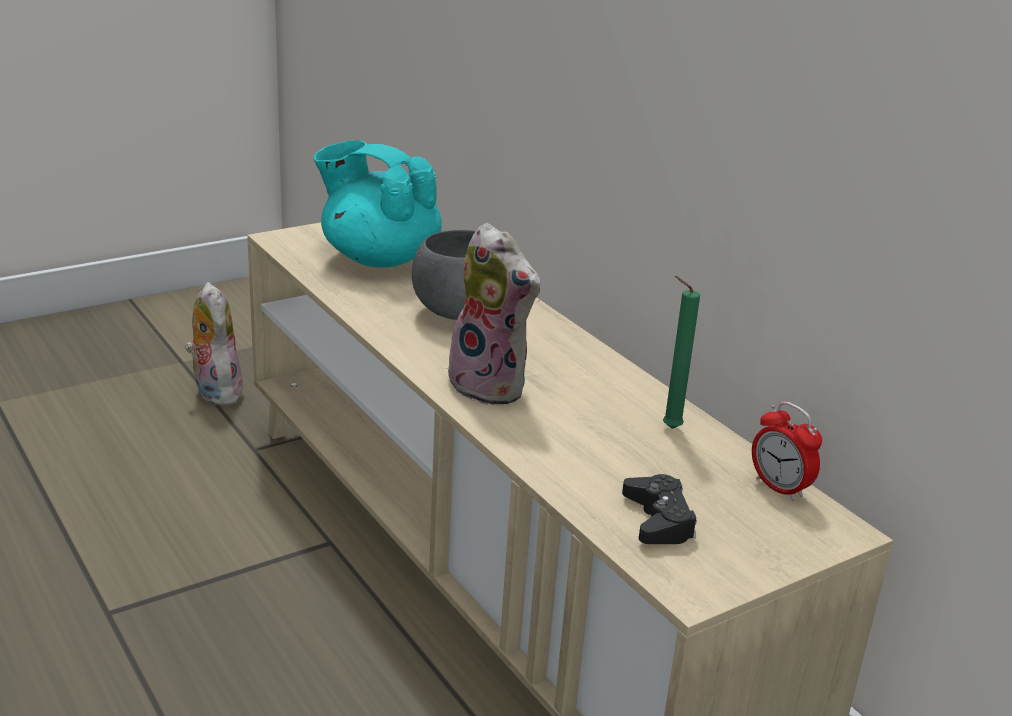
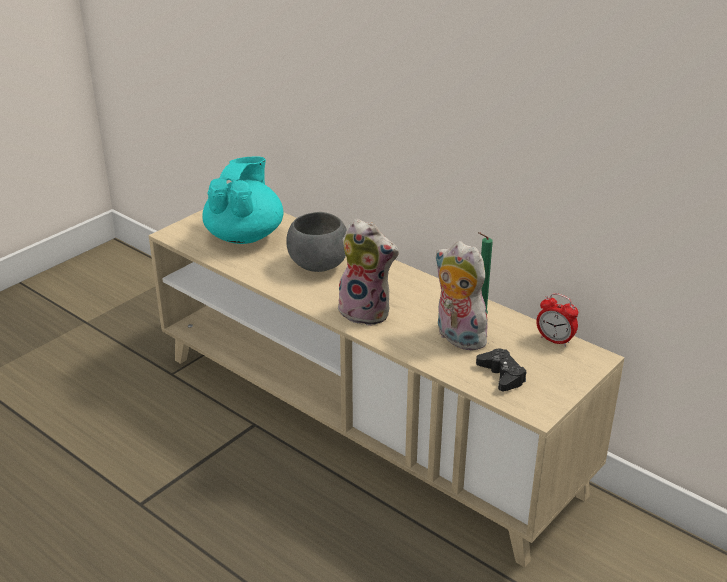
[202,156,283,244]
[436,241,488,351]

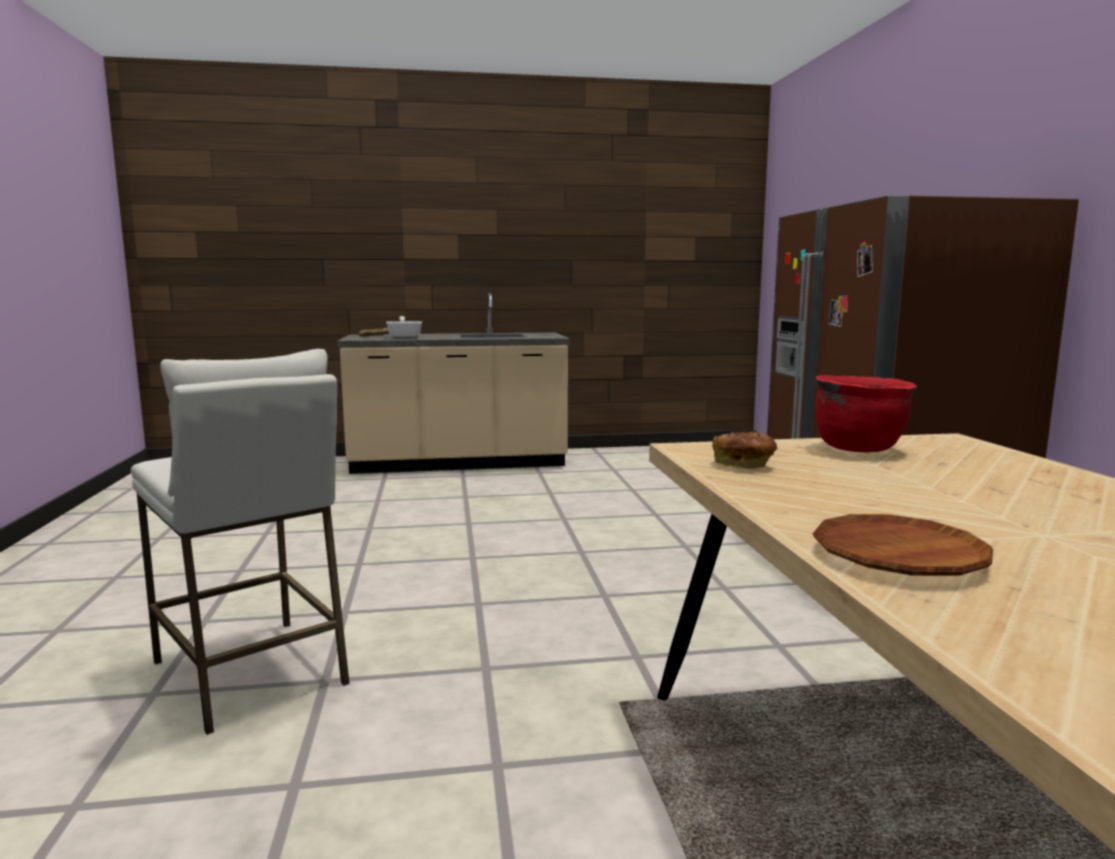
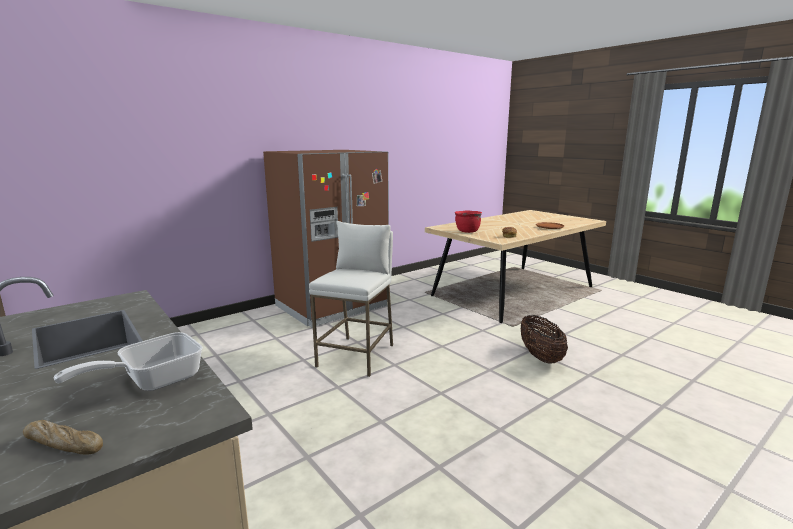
[309,221,393,377]
[520,315,568,364]

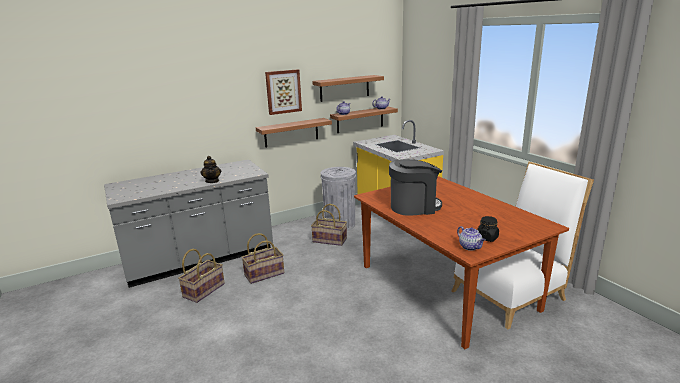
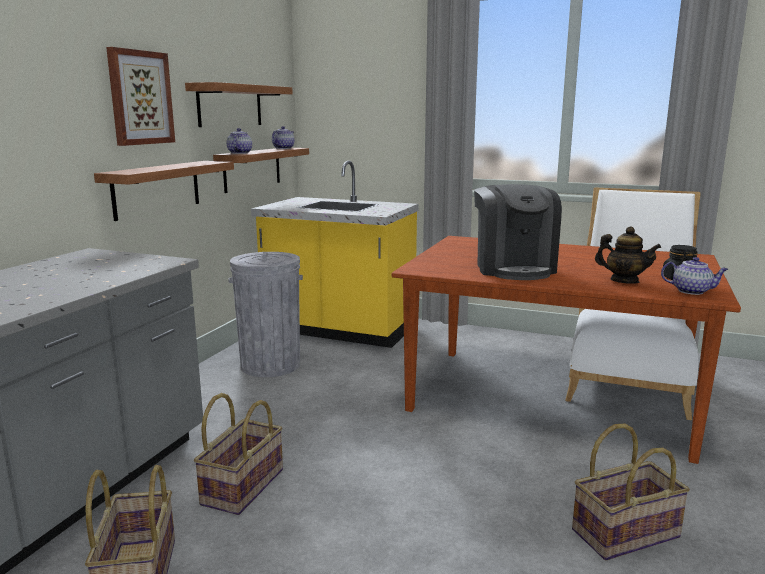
[595,226,661,284]
[474,184,562,280]
[572,424,690,560]

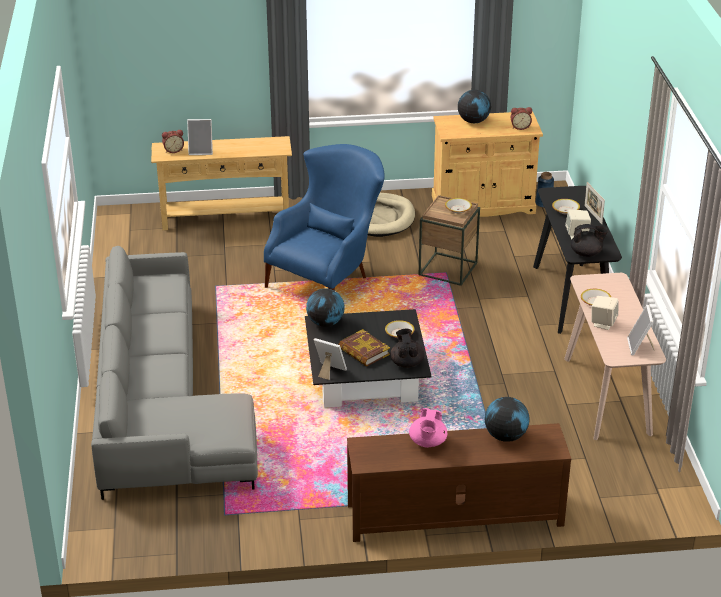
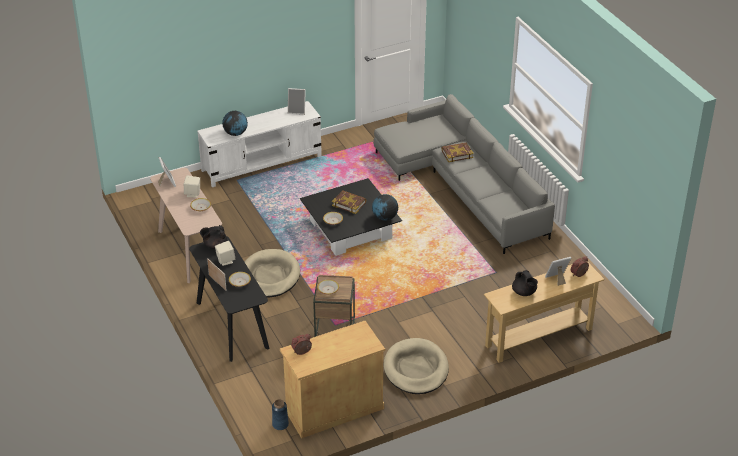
[458,90,491,123] (first image)
[264,144,385,291] (first image)
[512,270,538,296]
[288,88,306,115]
[409,408,447,447] (first image)
[197,101,322,187]
[442,142,473,162]
[245,249,300,298]

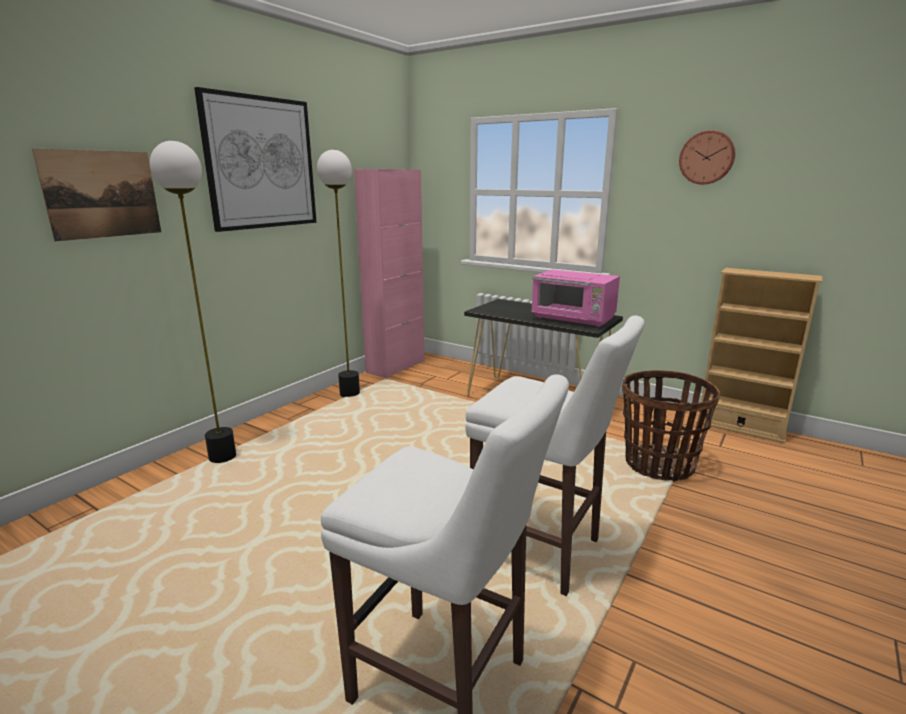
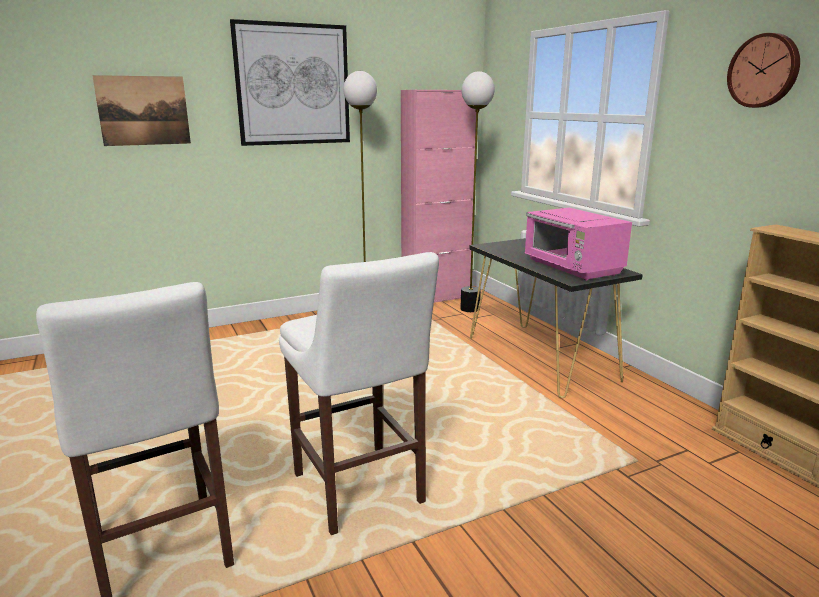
[460,71,495,312]
[622,370,720,481] (first image)

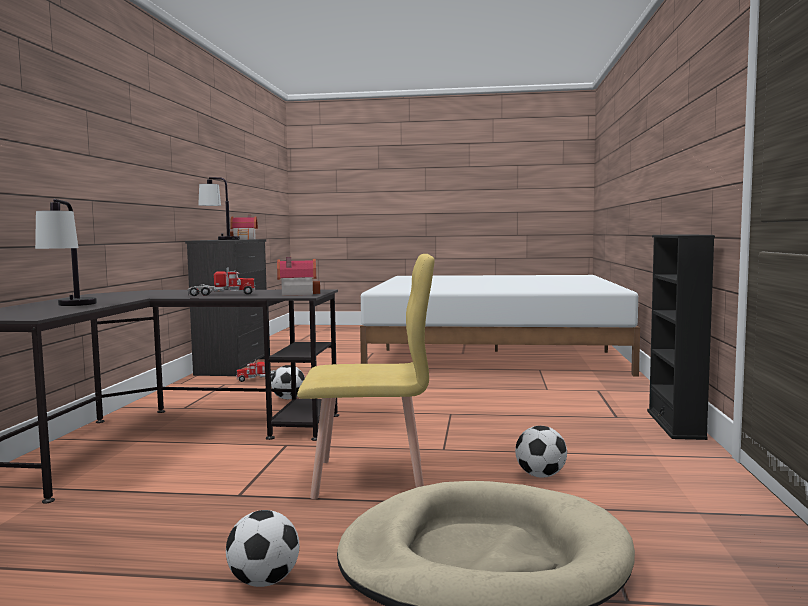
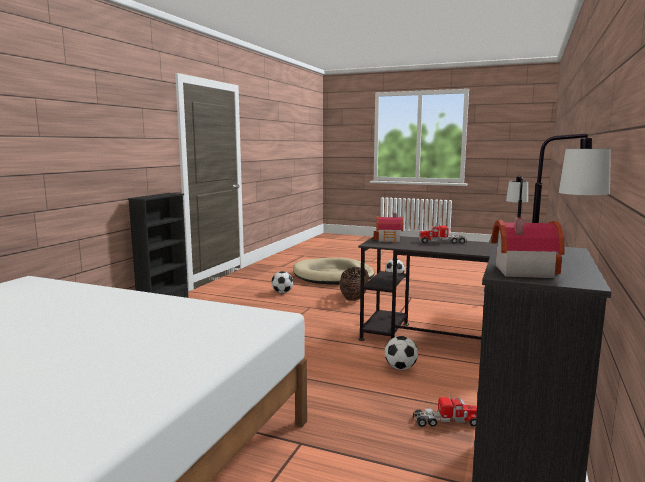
[339,267,369,301]

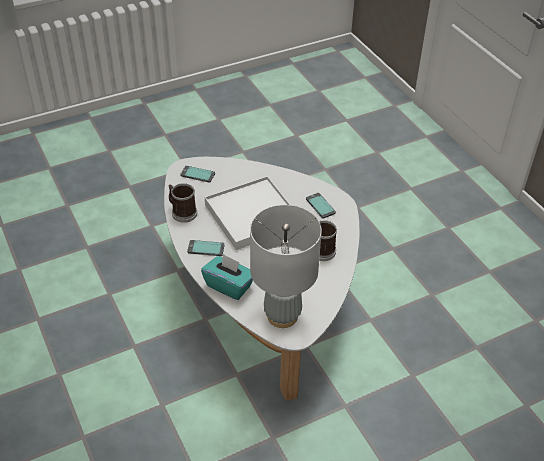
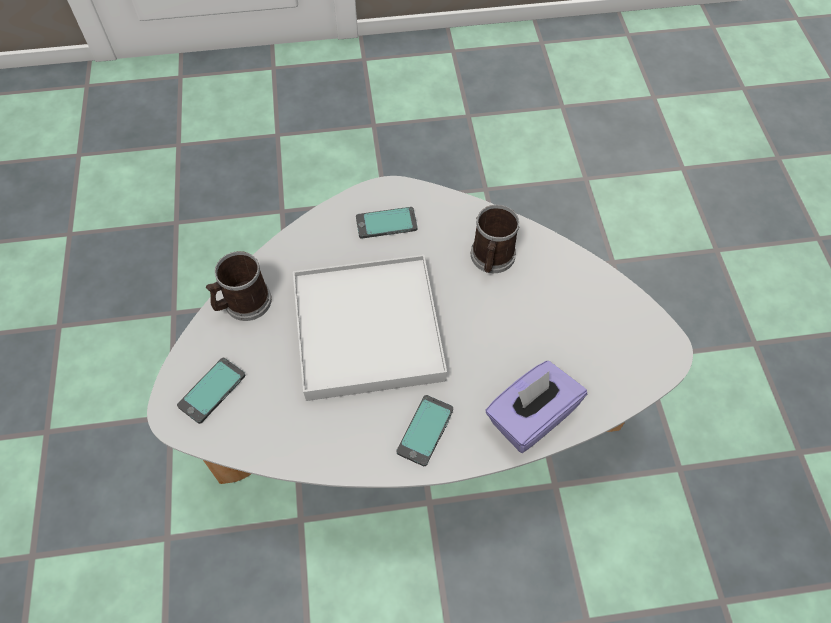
[206,251,272,321]
[250,205,322,328] (first image)
[485,361,587,453]

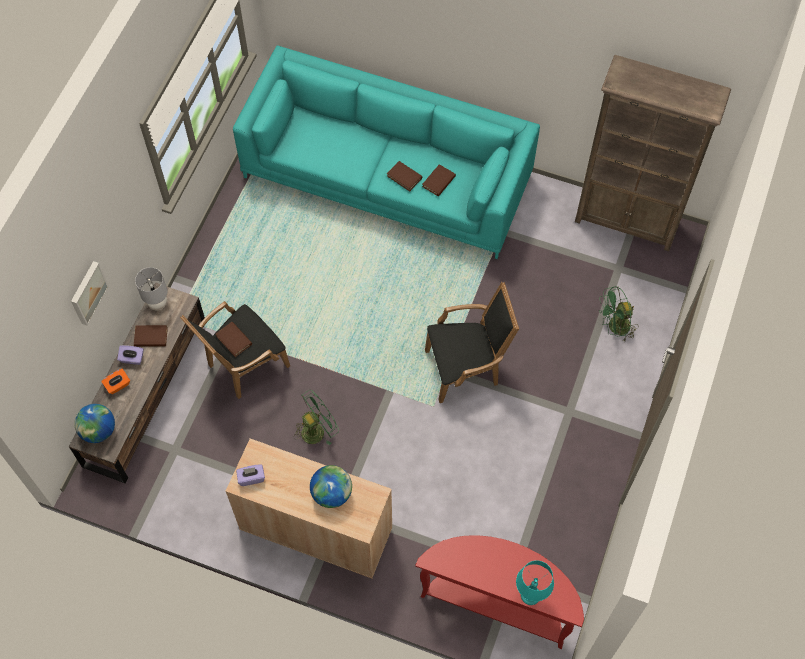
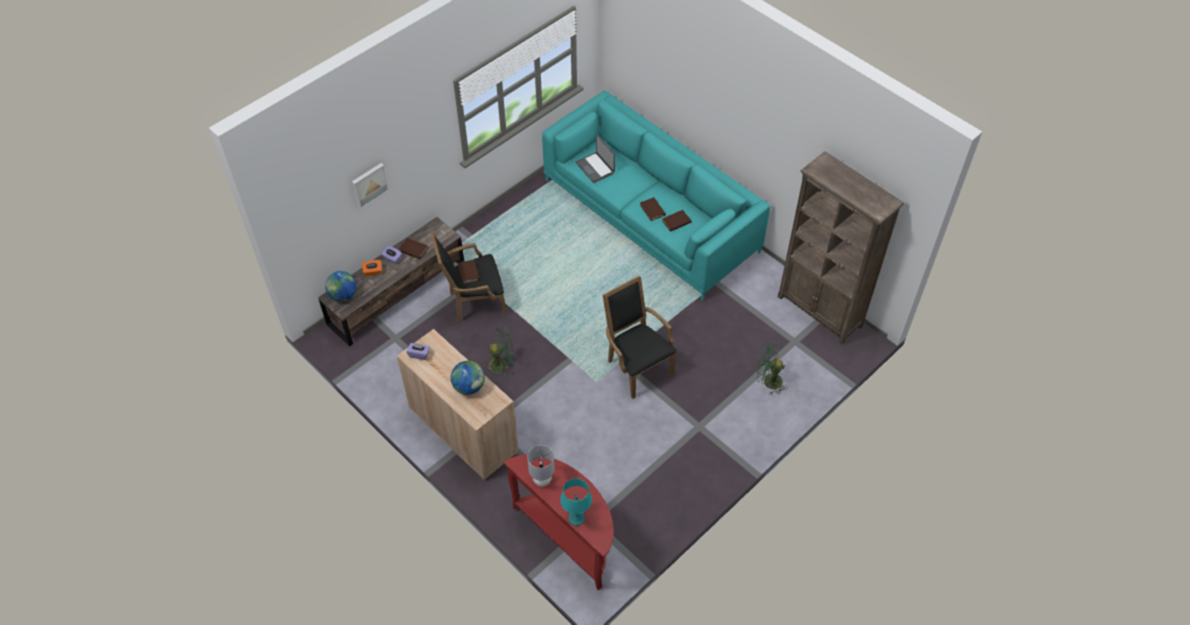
[527,445,554,487]
[603,275,676,399]
[576,134,615,183]

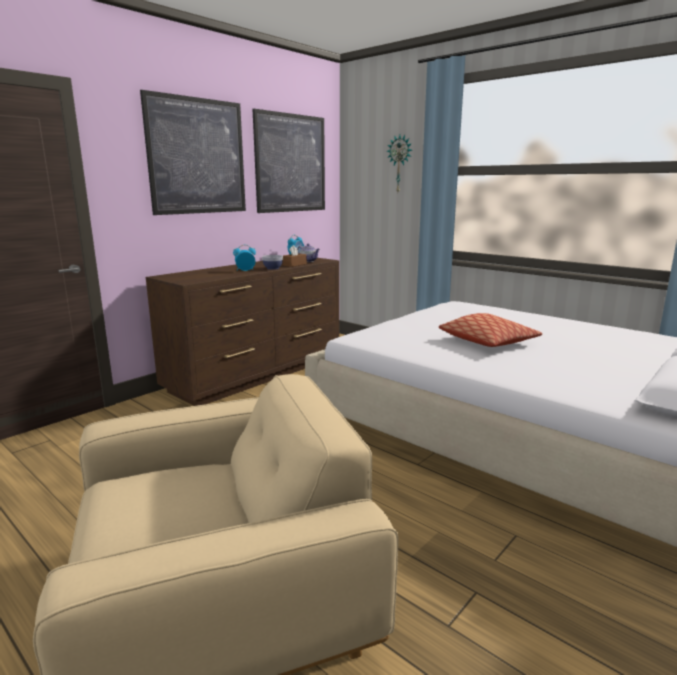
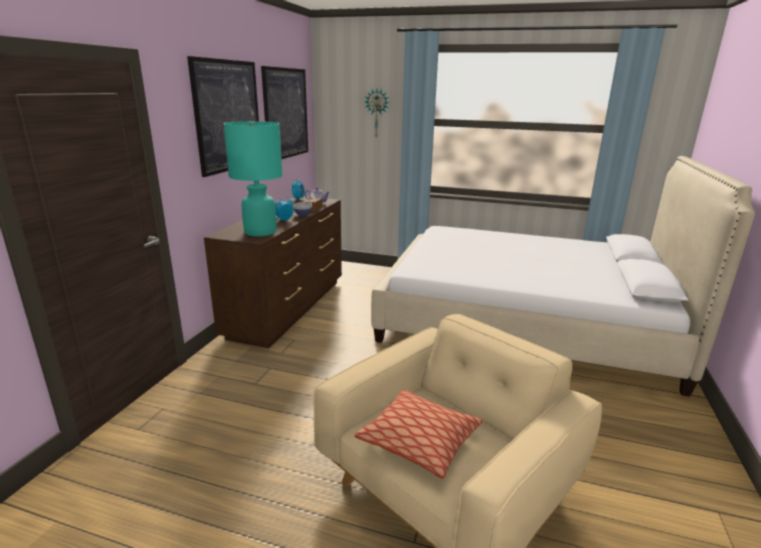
[355,389,483,479]
[223,121,283,237]

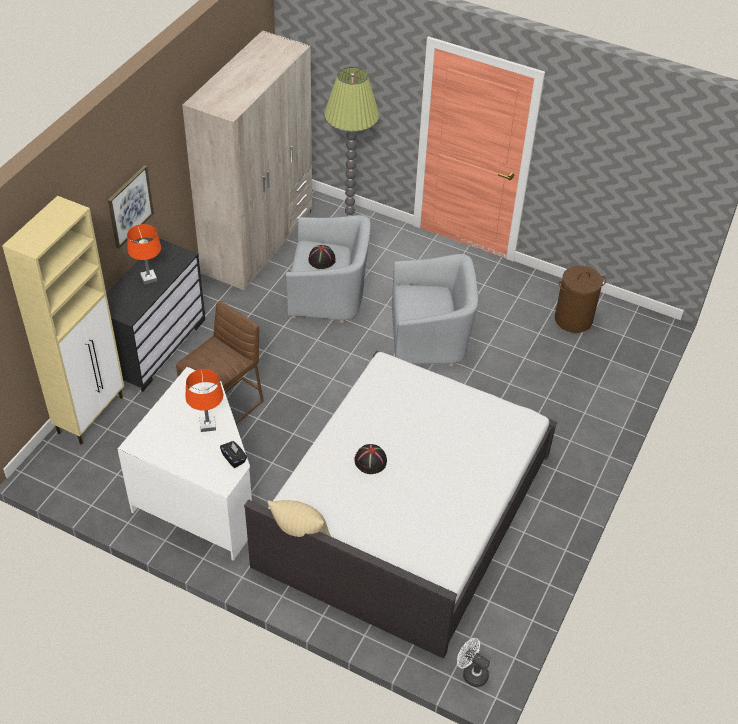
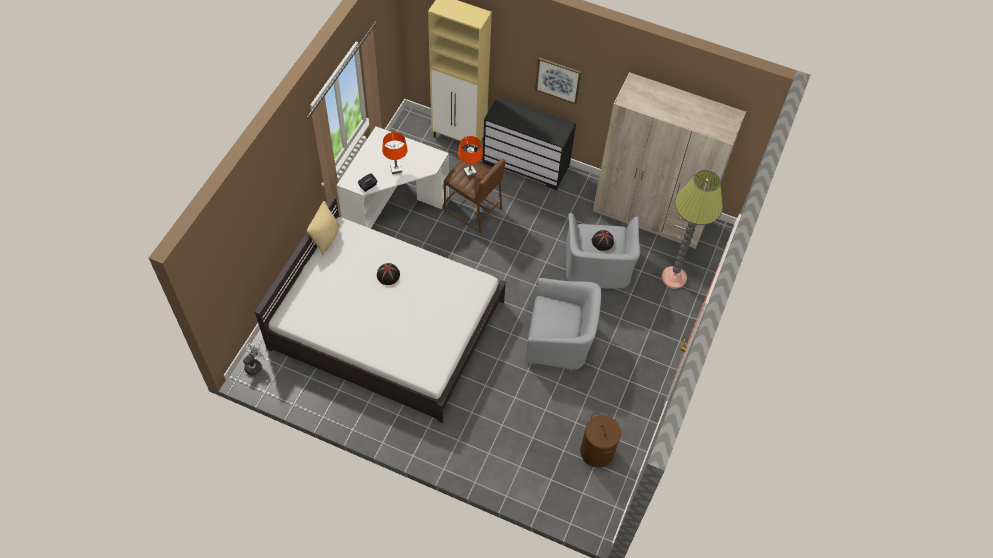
[458,136,483,178]
[526,278,601,370]

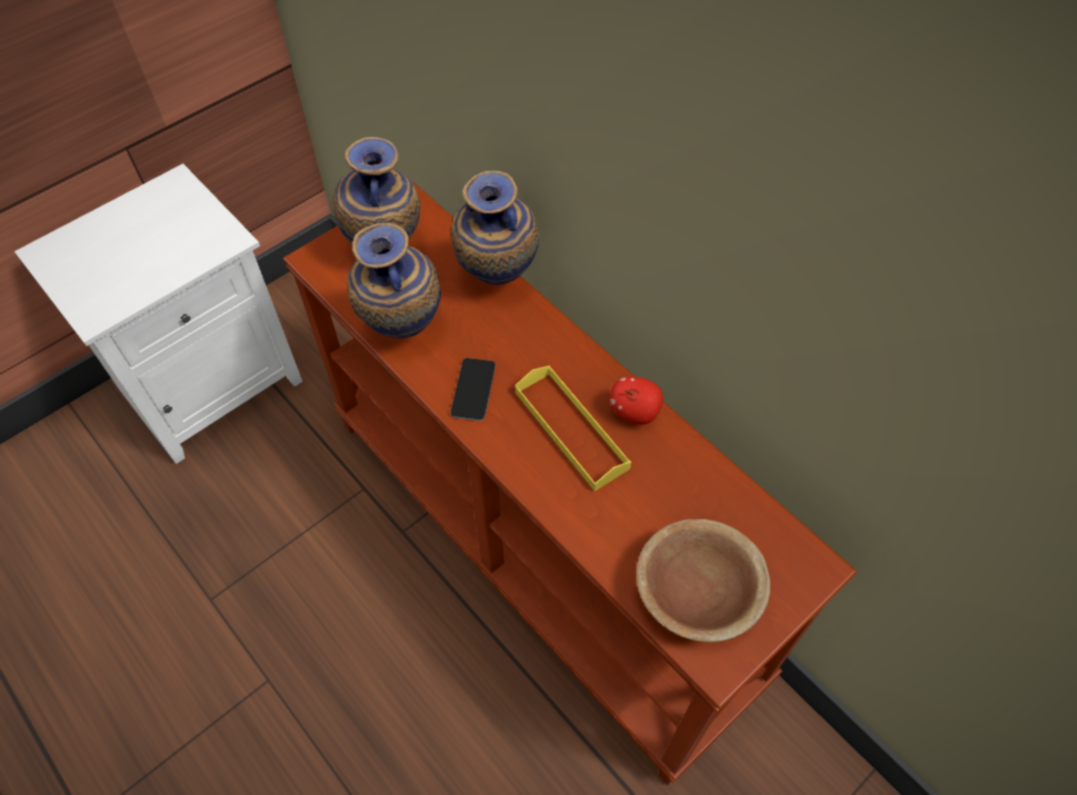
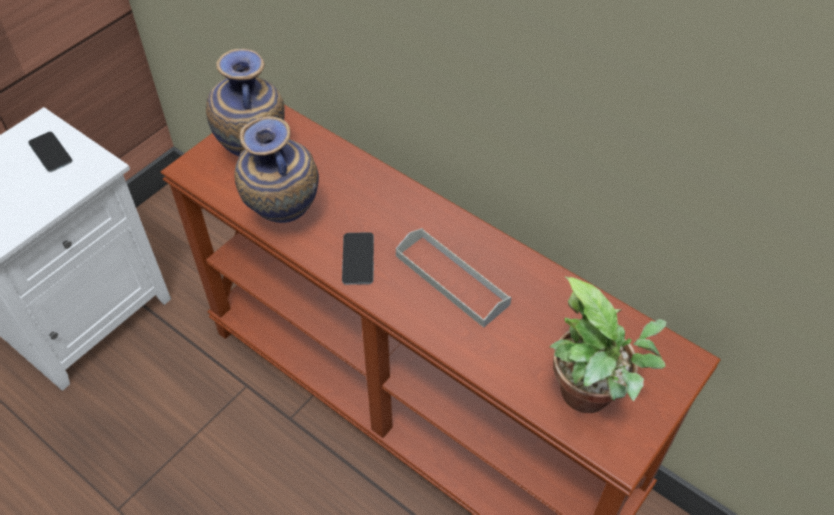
[451,171,539,285] (first image)
[396,228,512,328]
[610,376,663,425] (first image)
[549,276,667,413]
[28,132,72,172]

